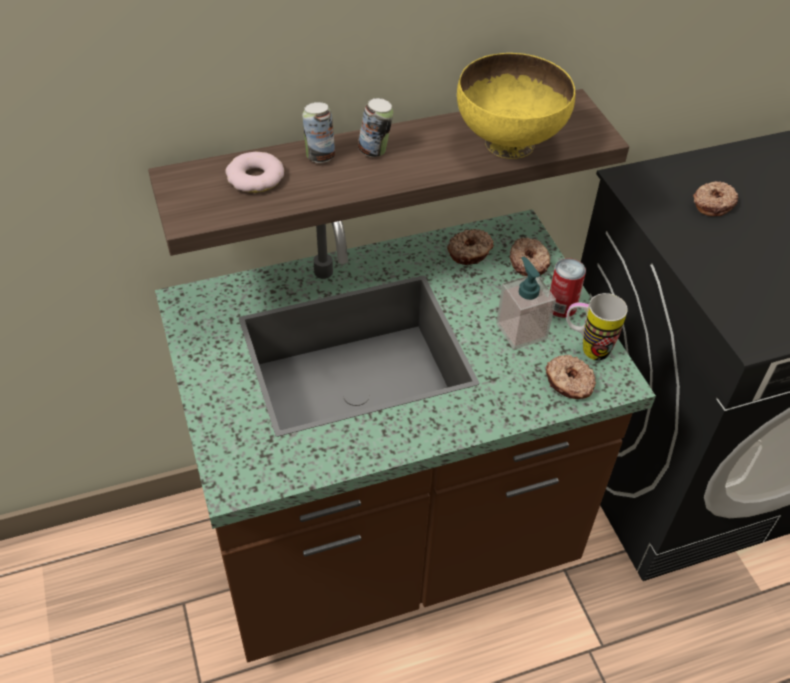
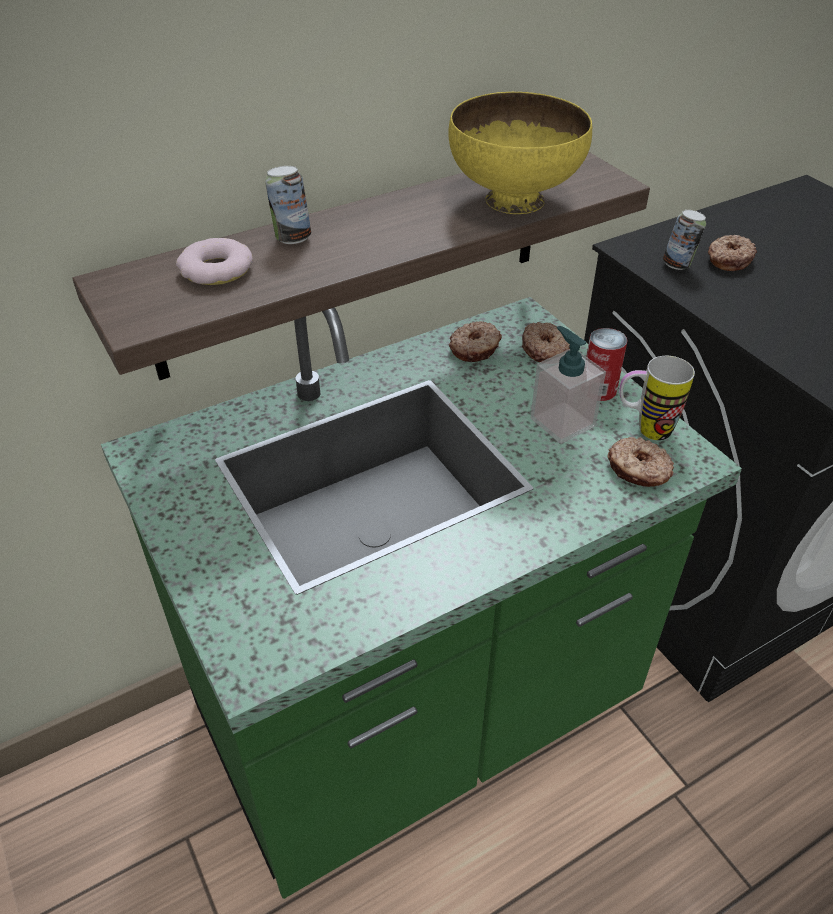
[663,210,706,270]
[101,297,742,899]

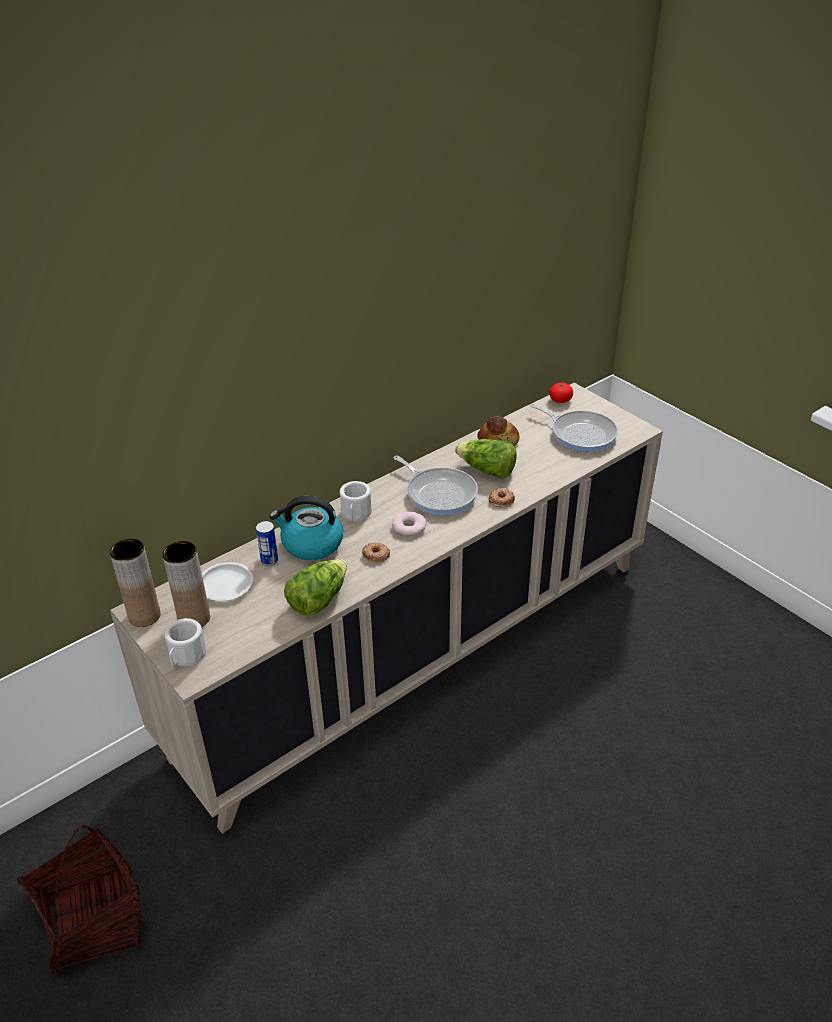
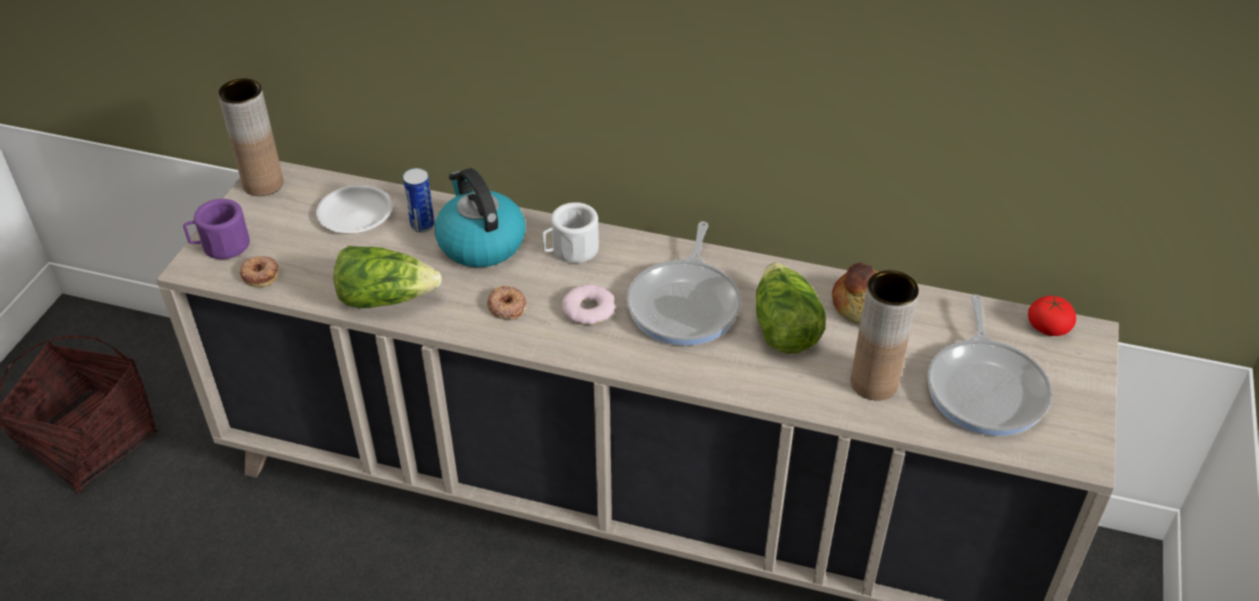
[240,256,279,287]
[851,270,919,401]
[183,199,250,259]

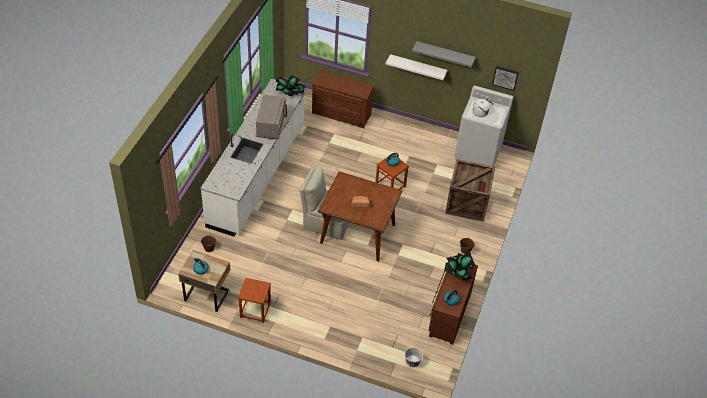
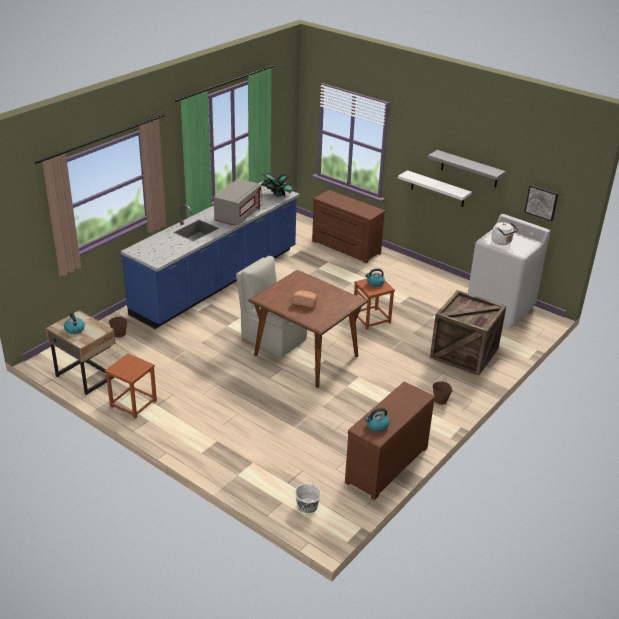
[121,181,299,329]
[444,252,474,280] (first image)

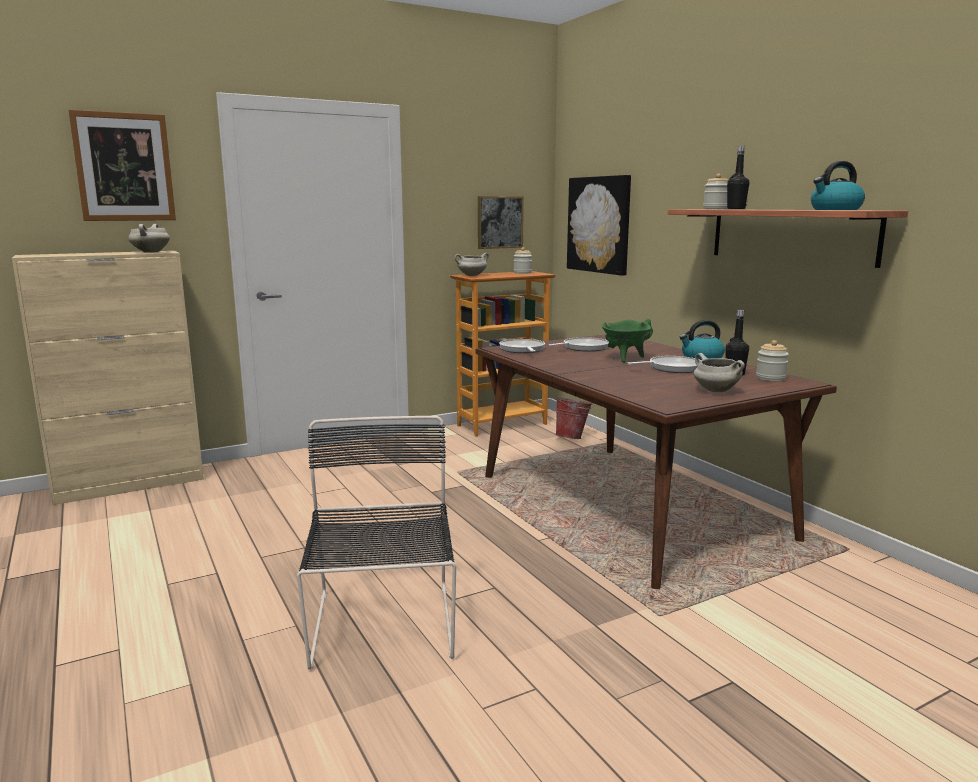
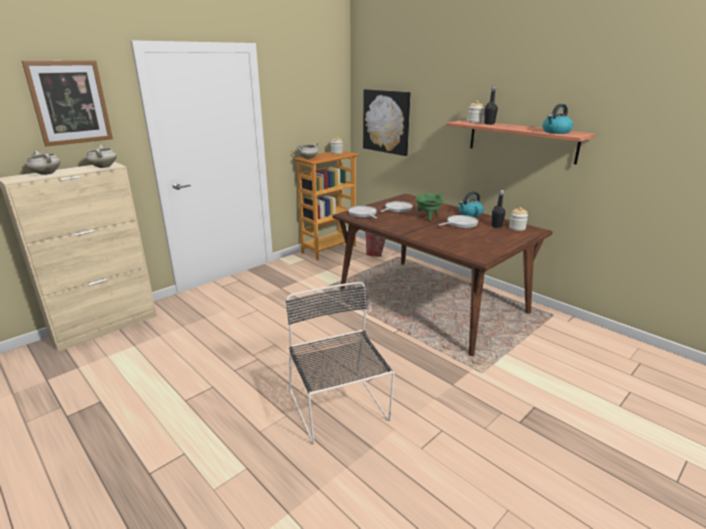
[478,196,524,249] (first image)
[26,151,61,175]

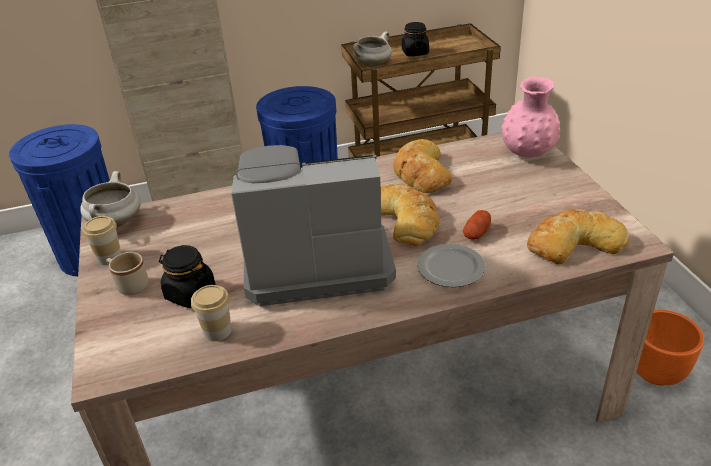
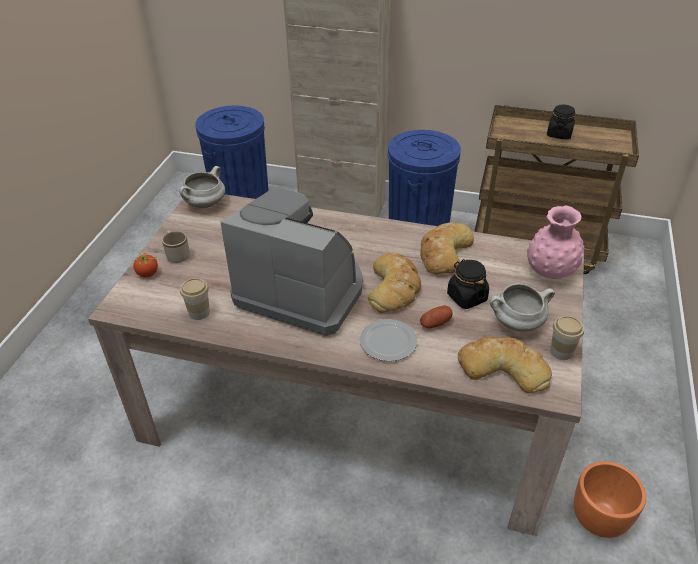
[490,283,555,331]
[550,316,584,360]
[447,259,489,309]
[132,253,158,278]

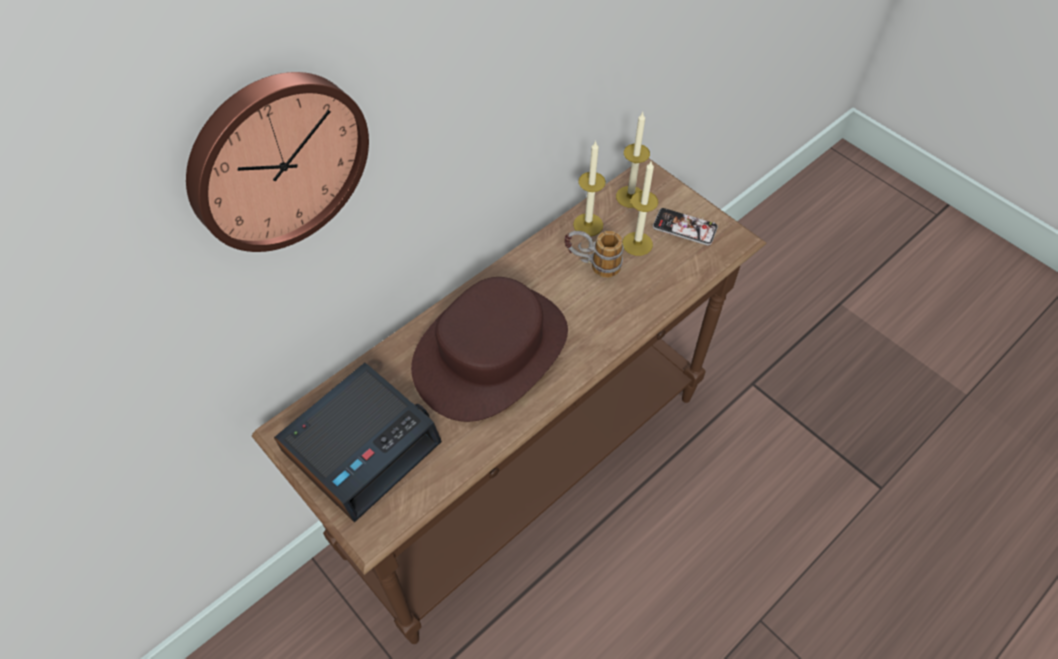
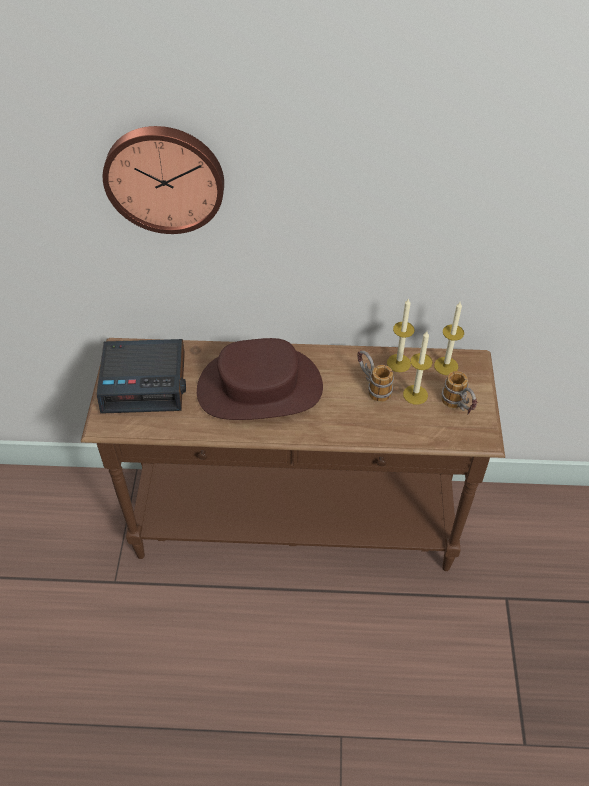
[442,371,477,415]

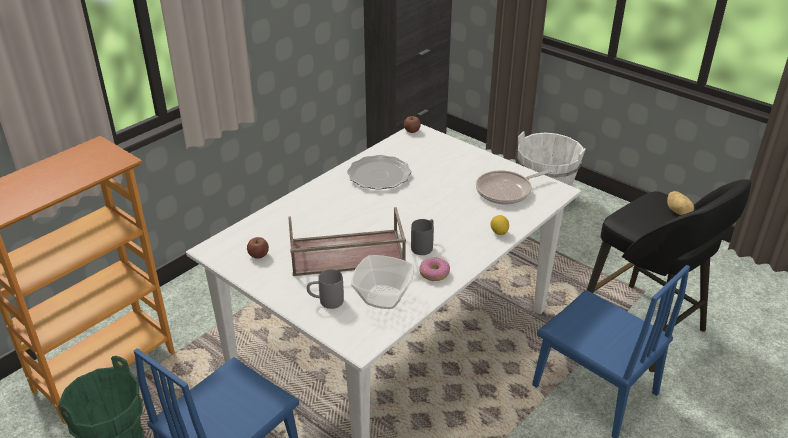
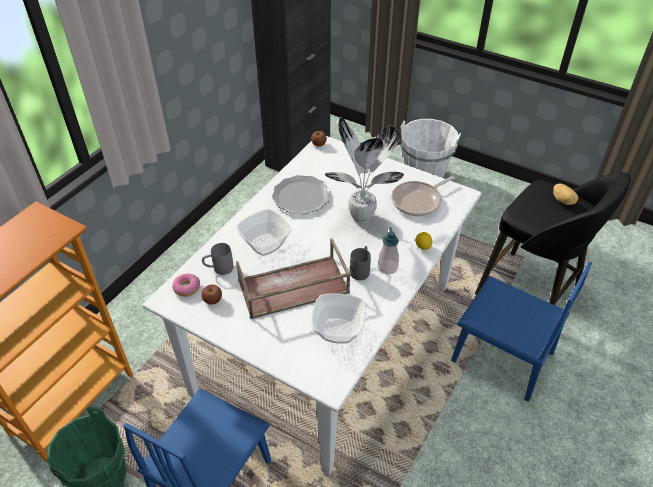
[172,274,200,297]
[202,243,233,275]
[325,117,404,223]
[237,209,291,256]
[378,227,399,274]

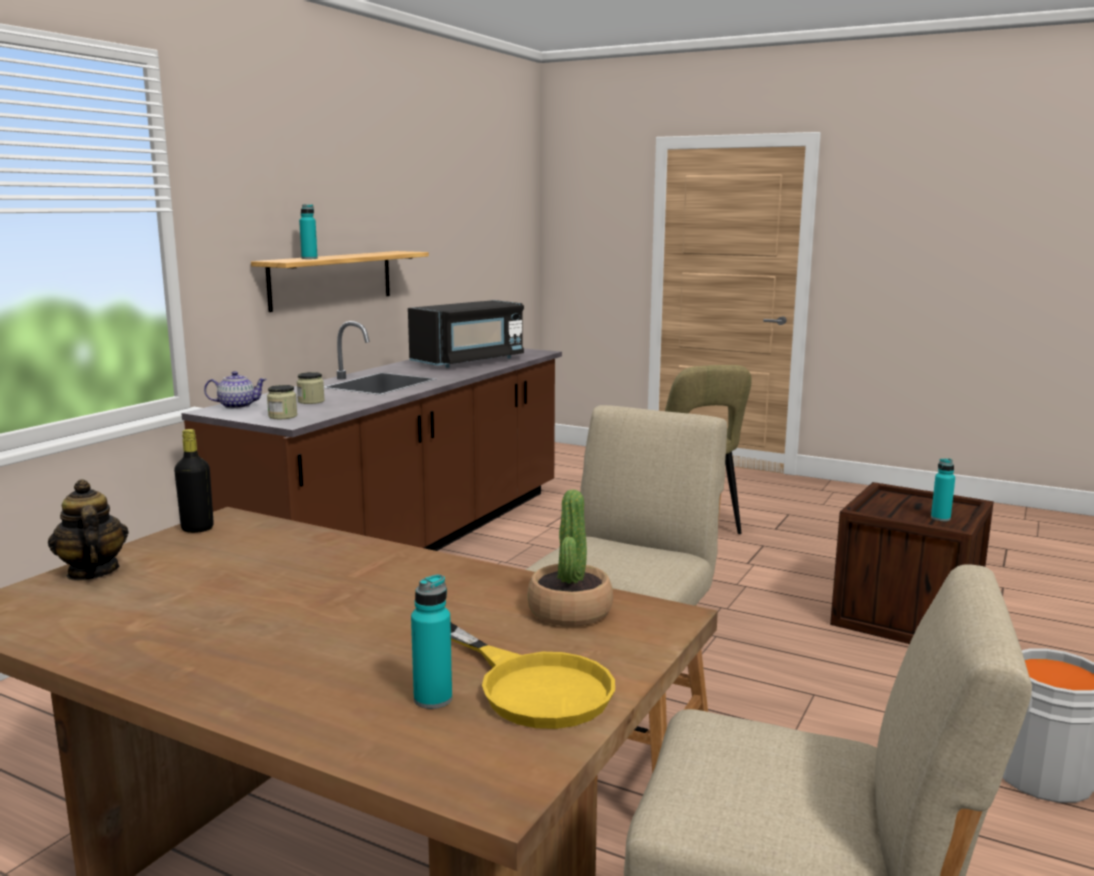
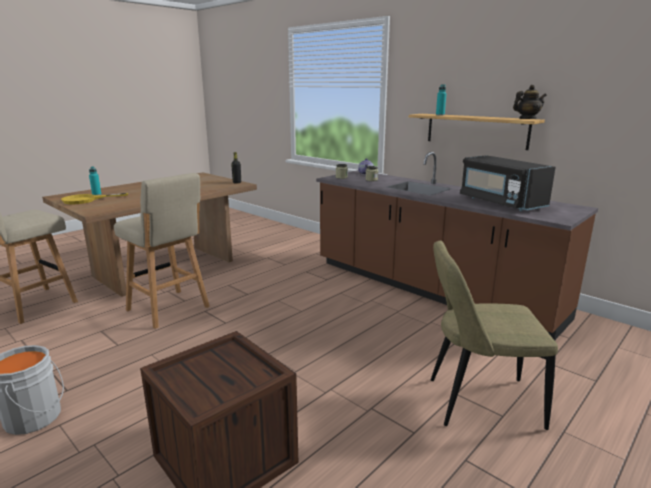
[931,458,955,521] (first image)
[513,85,547,119]
[528,490,613,627] (first image)

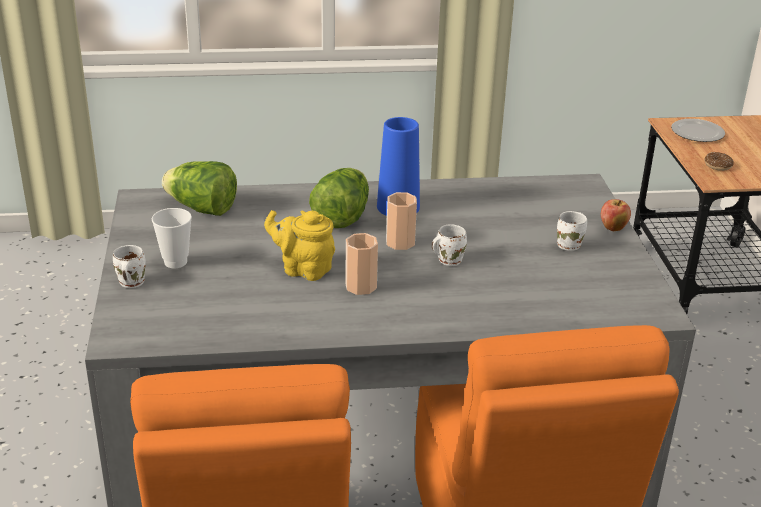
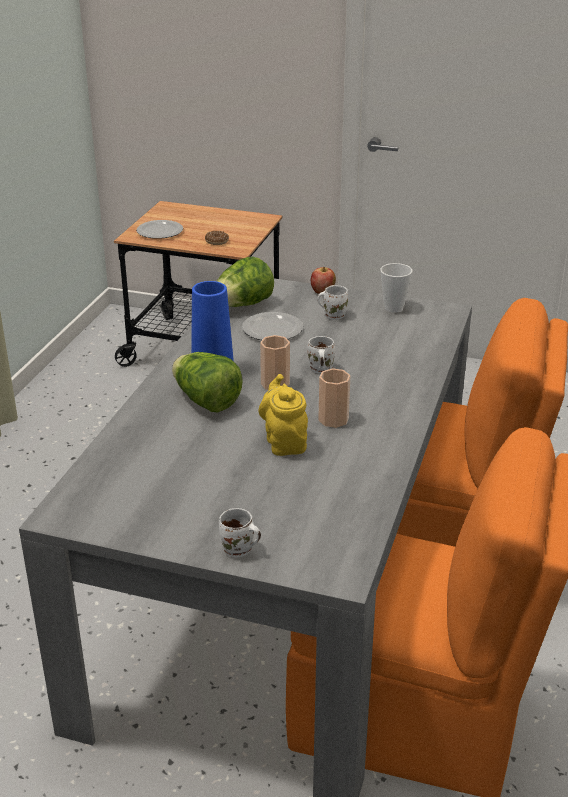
[217,257,274,307]
[380,263,412,313]
[258,374,308,456]
[242,312,303,340]

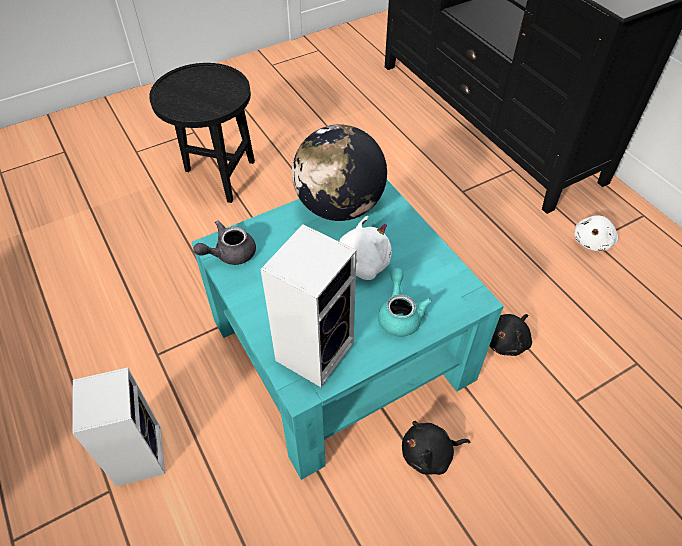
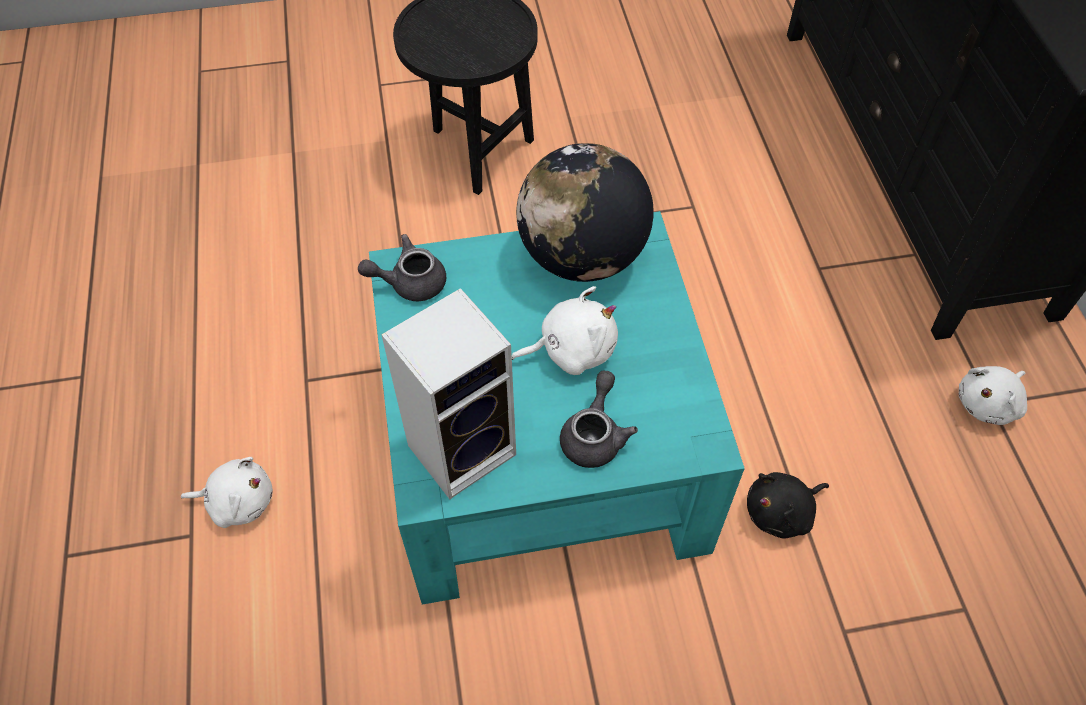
[560,370,638,468]
[181,457,273,528]
[402,421,470,475] (first image)

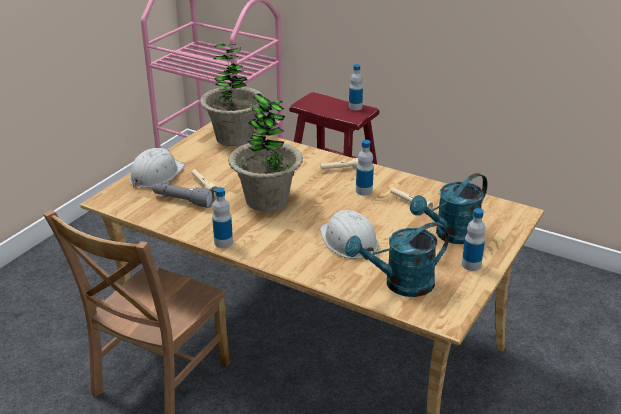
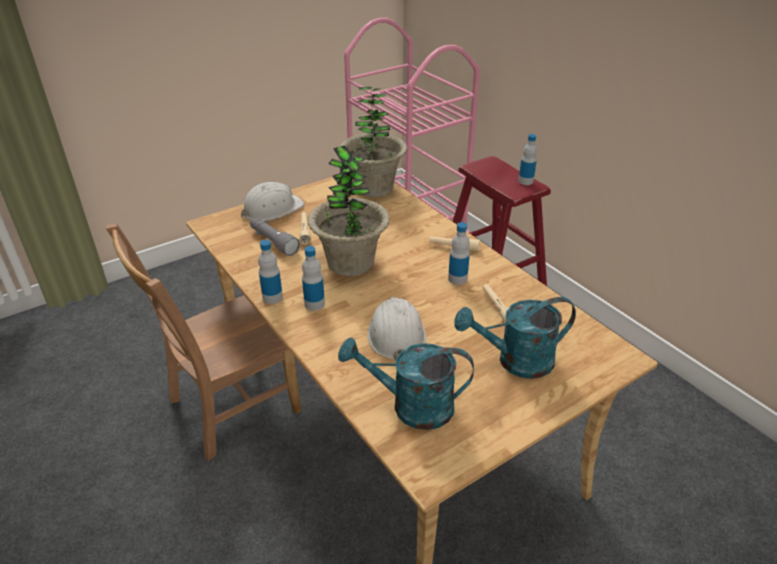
[302,246,325,311]

